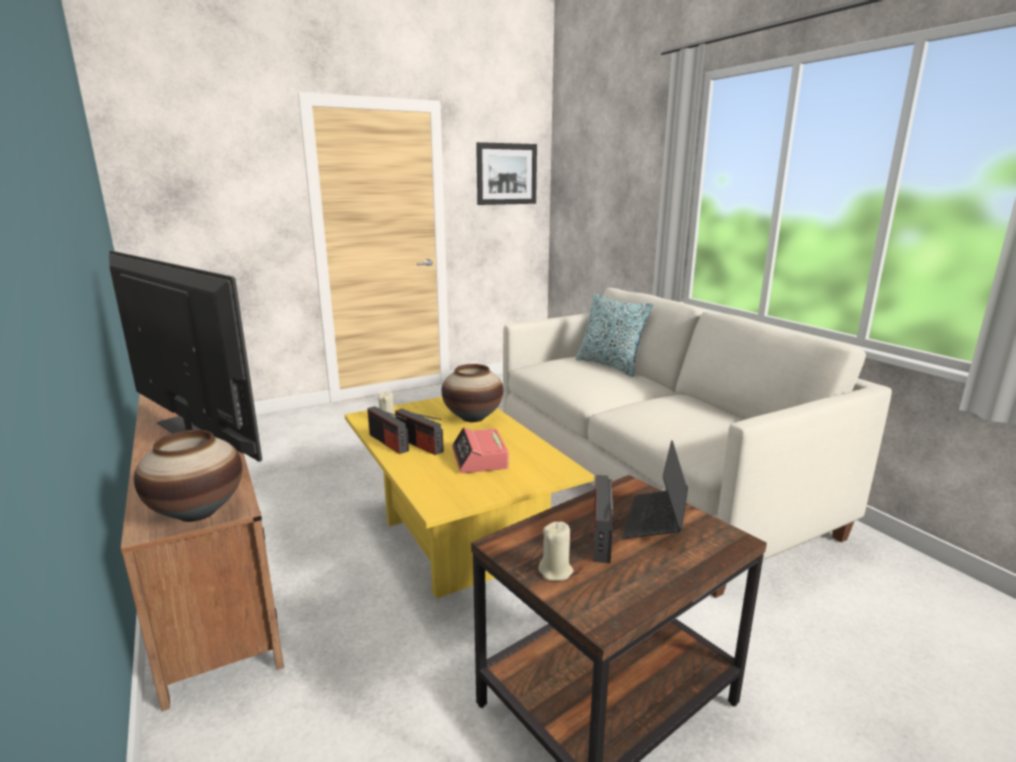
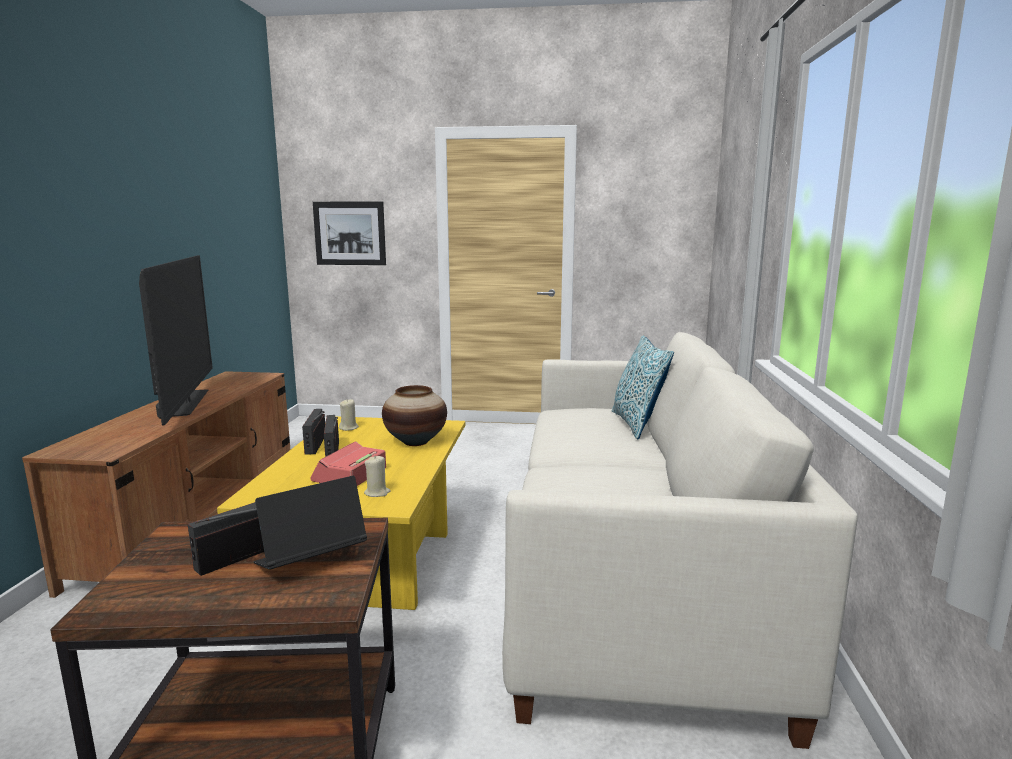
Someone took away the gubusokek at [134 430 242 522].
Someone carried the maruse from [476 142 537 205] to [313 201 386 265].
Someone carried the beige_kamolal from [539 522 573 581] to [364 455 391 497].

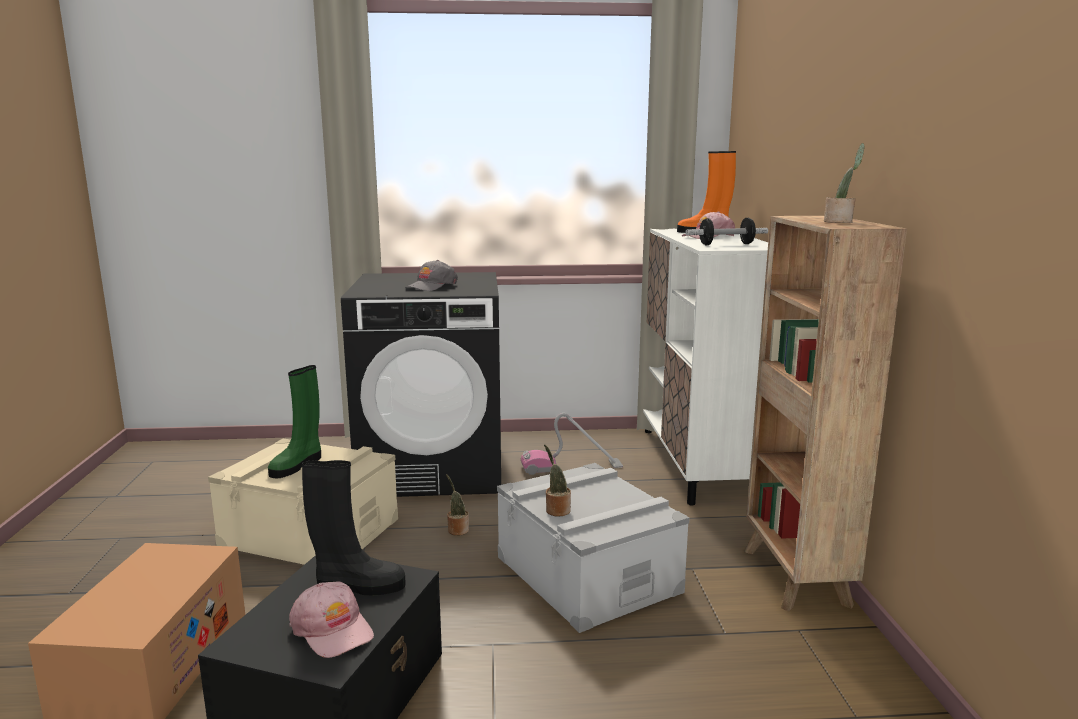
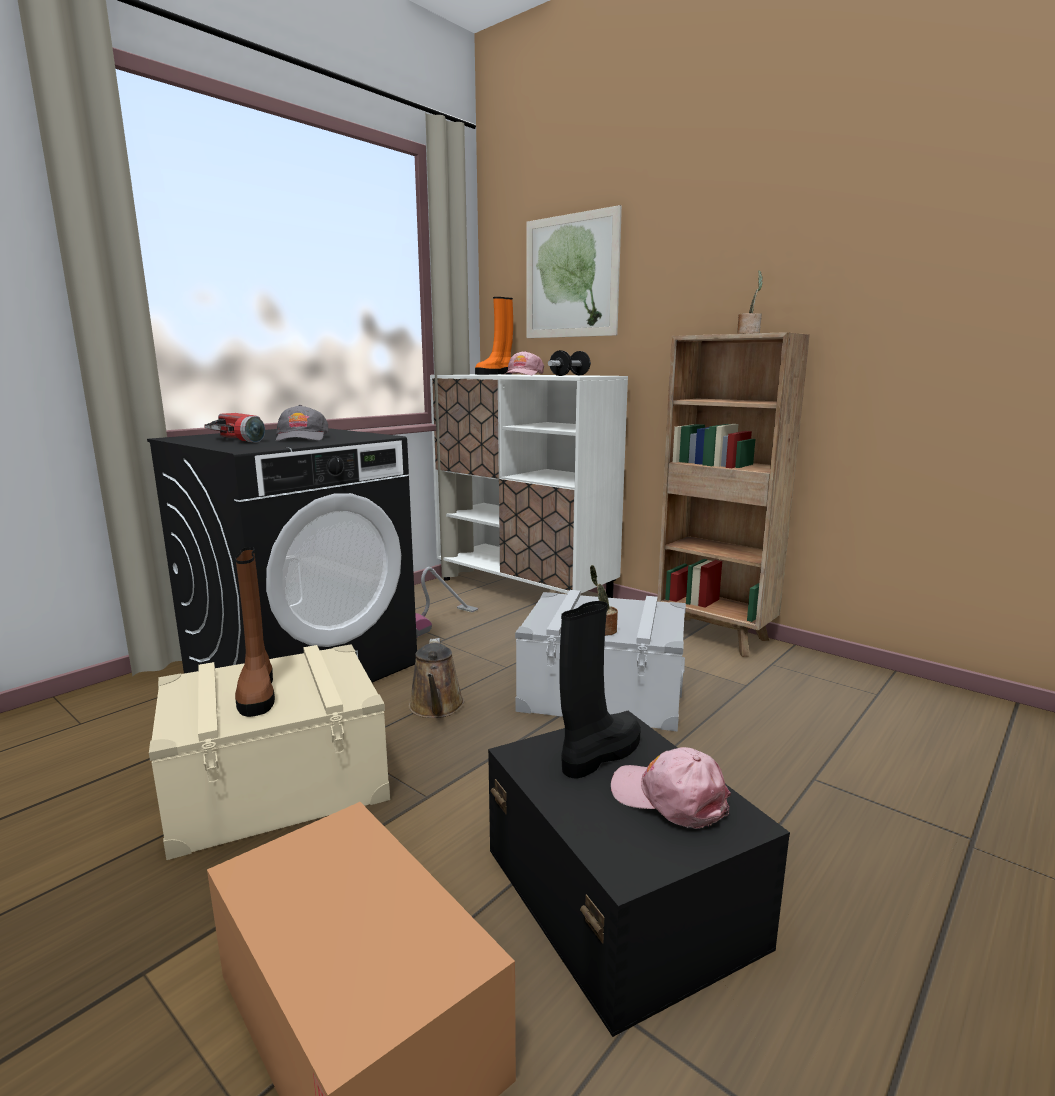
Someone repainted the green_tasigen at [268 365 321 479], which became the brown_tasigen at [235 547 275 717].
Someone rotated the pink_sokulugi at [289 582 374 658] by 150 degrees counterclockwise.
Someone swapped the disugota at [446 474 469 535] for the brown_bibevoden at [409 638 464 718].
Someone put down the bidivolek at [204 413 265 443].
Someone put up the maruse at [526 205 622 338].

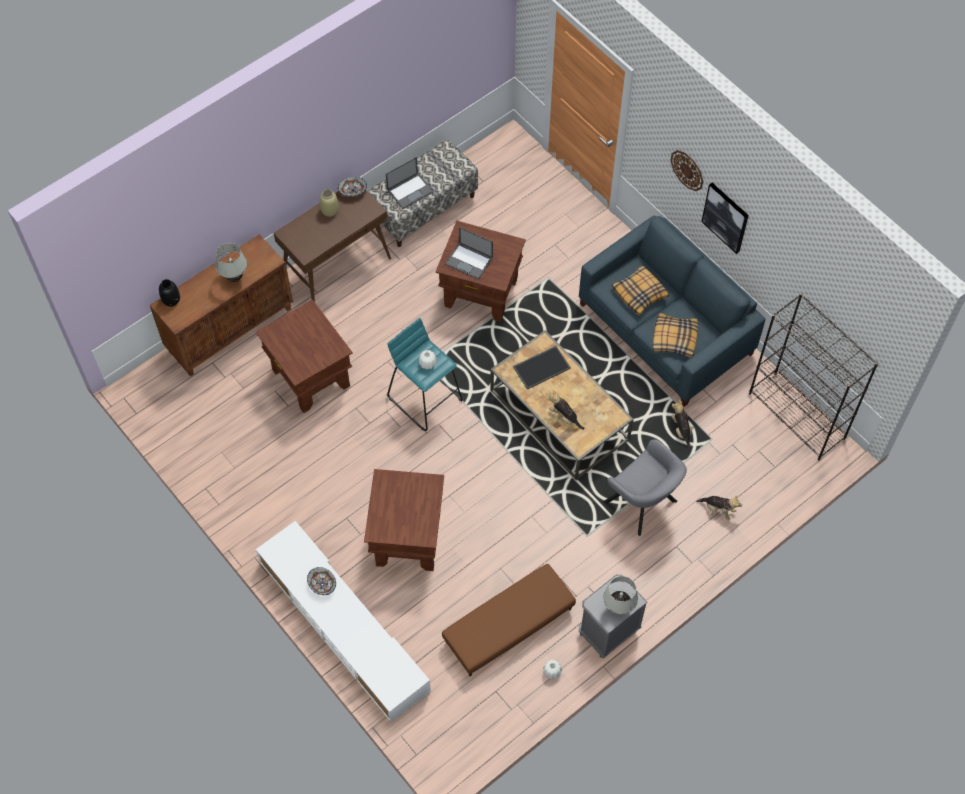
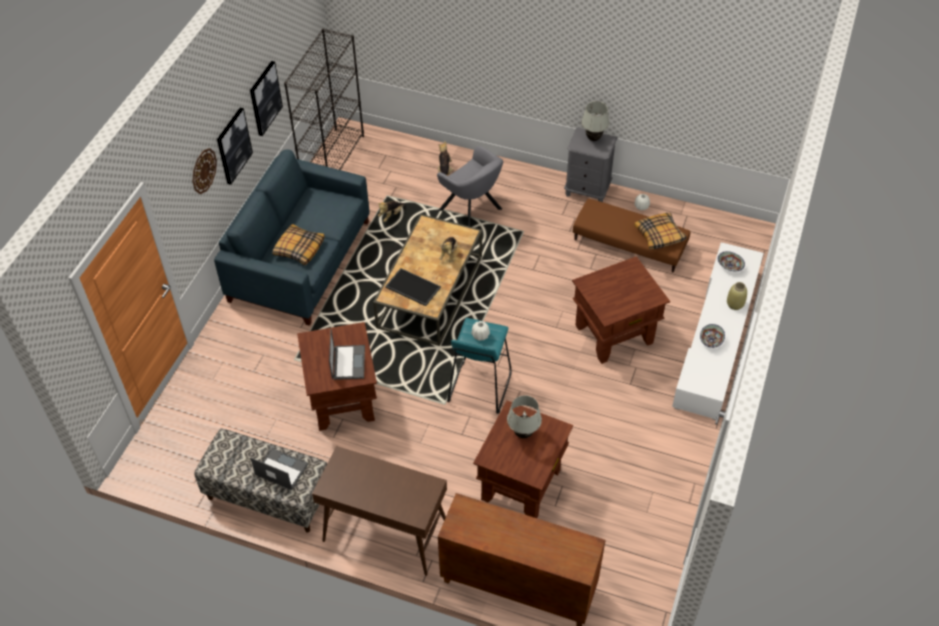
Someone took away the black_gubusokek at [159 279 180 307].
Someone carried the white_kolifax from [215 243 247 282] to [507 395 542 439].
Someone carried the beige_gubusokek from [320 189 339 217] to [727 282 747 310].
Someone carried the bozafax from [338 177 367 197] to [718 251 745 271].
Someone rotated the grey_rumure at [603 439 687 536] by 120 degrees clockwise.
Someone carried the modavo from [653 313 698 358] to [634 213 687 250].
Someone put up the maruse at [250 61 283 136].

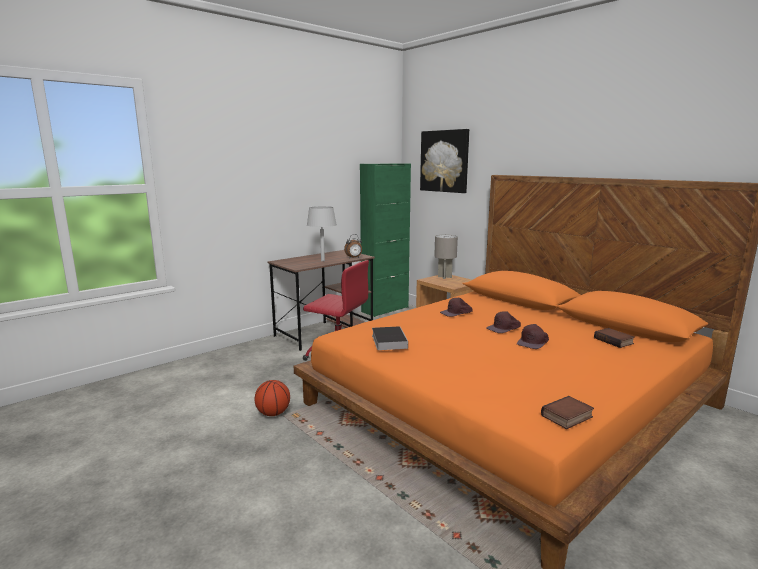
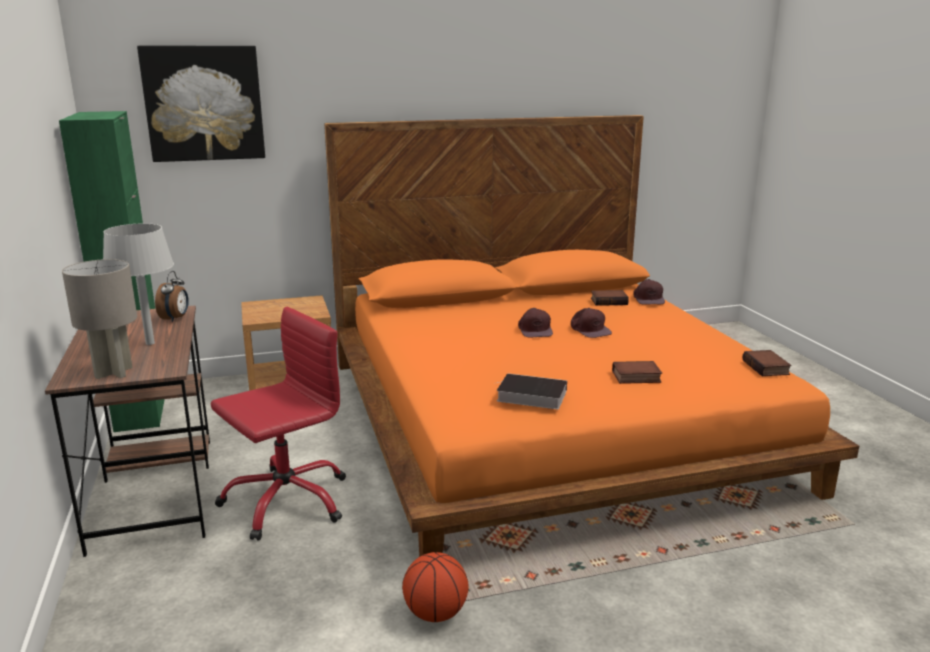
Someone carried the grey_kolifax from [434 235 458 279] to [62 259 137 379].
Someone carried the brown_sokulugi from [440 297 472 317] to [633 279 665 304].
Someone put down the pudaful at [612 361 662 384].

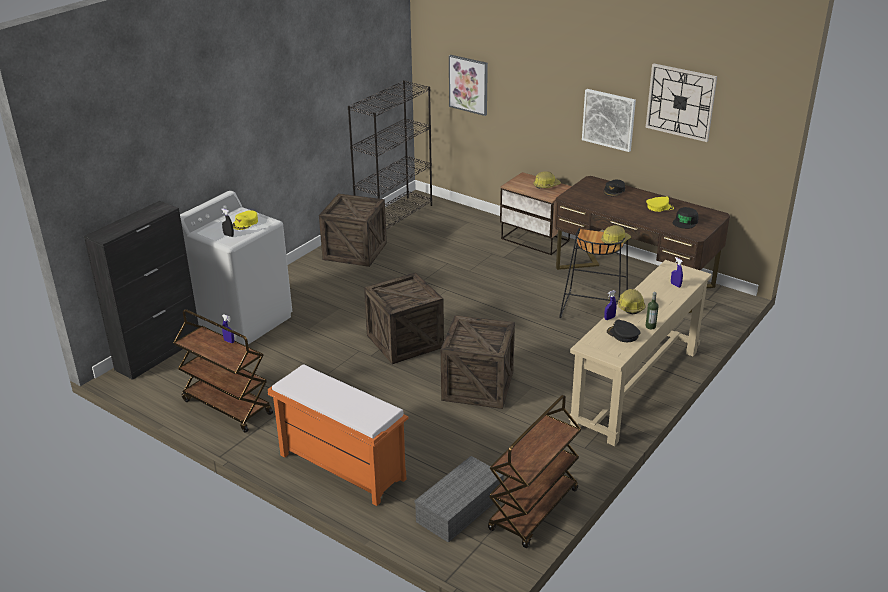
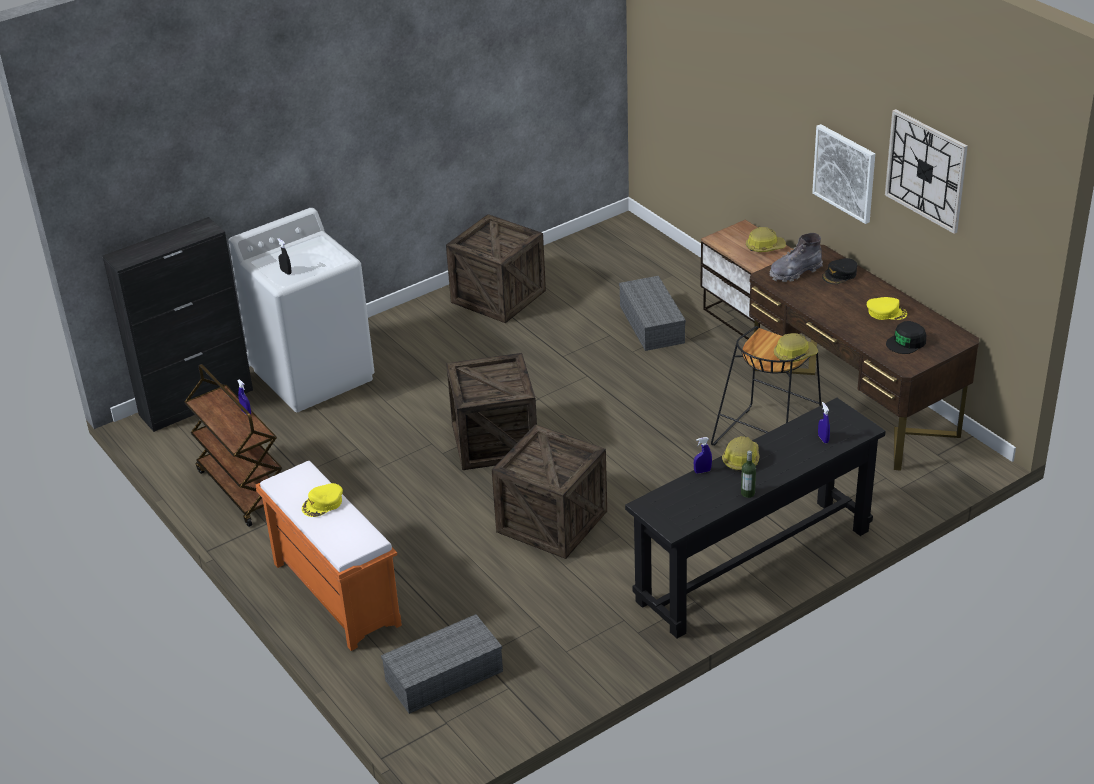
Someone carried the yellow_sokulugi from [233 210 258 230] to [302 483 343 517].
Someone took away the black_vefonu at [348 80 432 229].
Someone took away the maruse at [449 55 488 116].
Someone took away the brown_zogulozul at [488 395 581 548].
Someone repainted the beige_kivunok at [569 260 712 446], which became the black_kivunok at [625 398 886 639].
Someone took away the black_sokulugi at [607 320 641 342].
Someone put down the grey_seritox at [619 276 686 351].
Someone put down the grey_tasigen at [770 233 823 282].

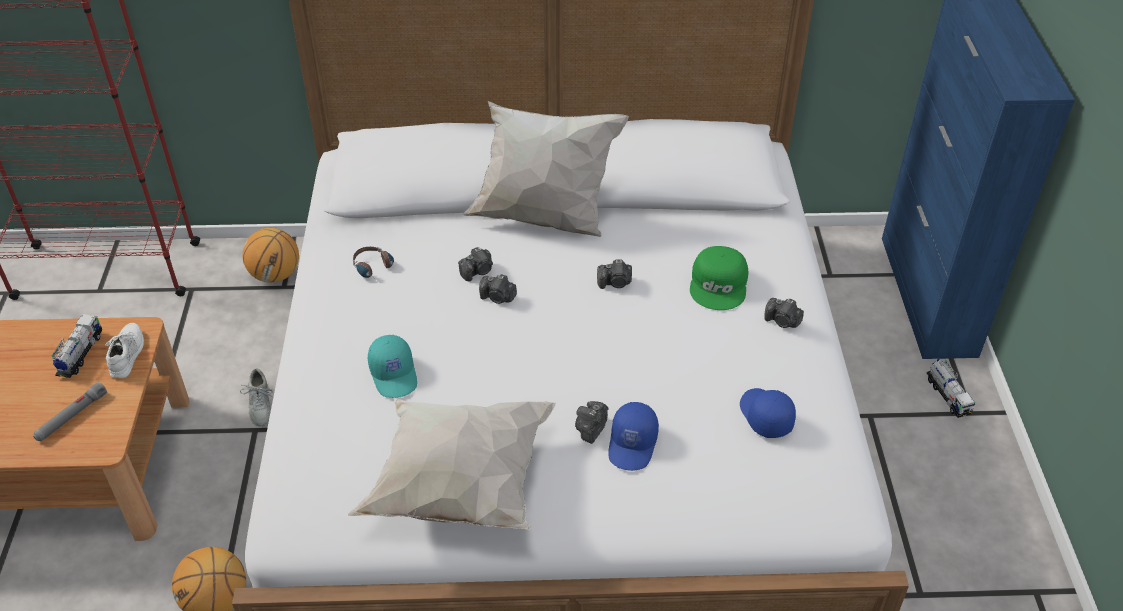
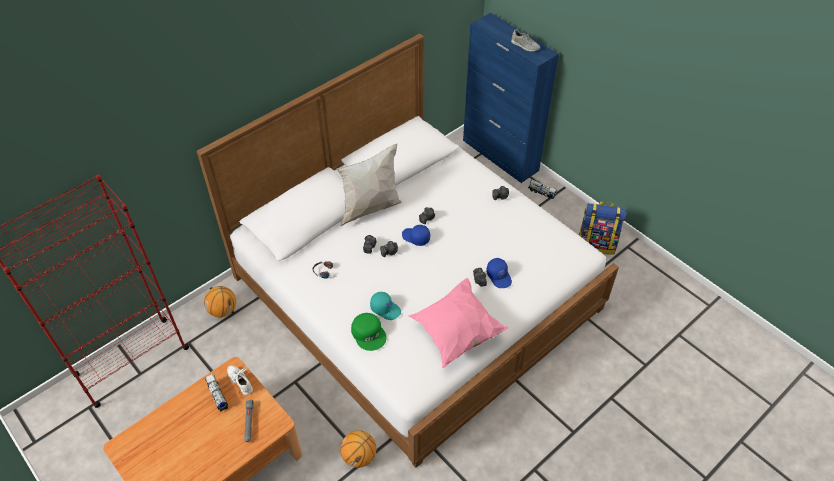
Someone carried the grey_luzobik from [240 368 274 426] to [511 29 540 52].
Someone repainted the white_modavo at [348 397 556 530], which became the pink_modavo at [408 278 508 368].
Someone carried the green_sokulugi from [690 246 748 310] to [351 313 387 351].
Someone carried the blue_sokulugi from [740 388 796 438] to [402 225 430 246].
Someone put down the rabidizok at [579 202 627 254].

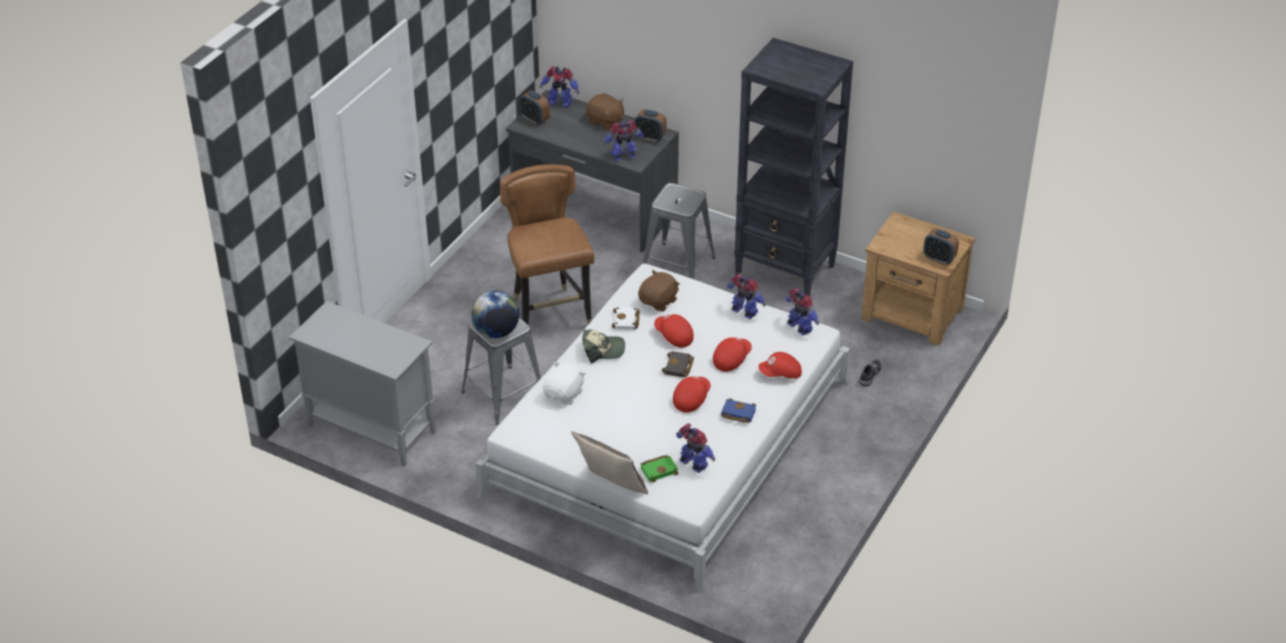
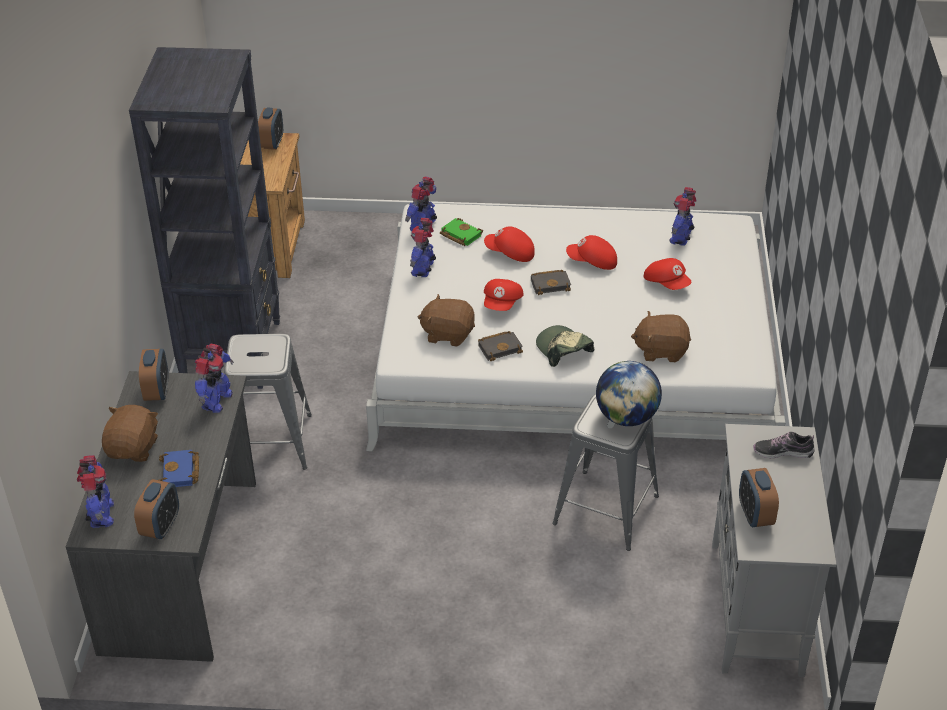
Someone took away the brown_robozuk at [500 164 594 326].
Someone repainted the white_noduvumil at [543 362 586 405], which became the brown_noduvumil at [631 311 691 362].
Someone took away the modavo at [571 431 648 494].
Someone rotated the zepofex at [603 120 644 161] by 120 degrees counterclockwise.
Someone repainted the white_pudaful at [612 307 640 330], which became the black_pudaful at [478 331 523 361].
Someone carried the green_pudaful from [641 455 679 483] to [440 218 483 246].
Someone carried the blue_pudaful from [721 398 756 423] to [159 450 199 487].
Someone carried the red_sokulugi from [758 352 802 379] to [644 258 691 290].
Someone carried the luzobik from [859 360 882 386] to [753 432 814 458].
Someone put down the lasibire at [739 468 779 527].

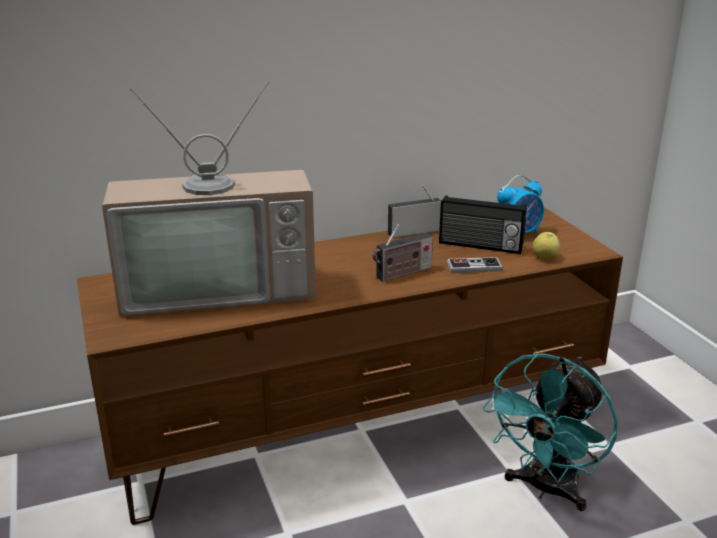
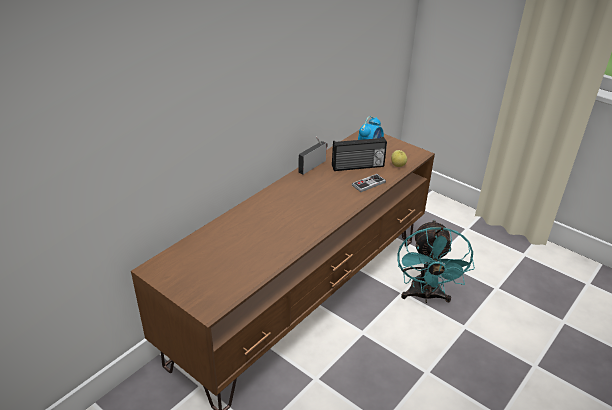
Someone took away the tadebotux at [102 82 316 316].
Someone took away the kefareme at [373 224 433 282].

